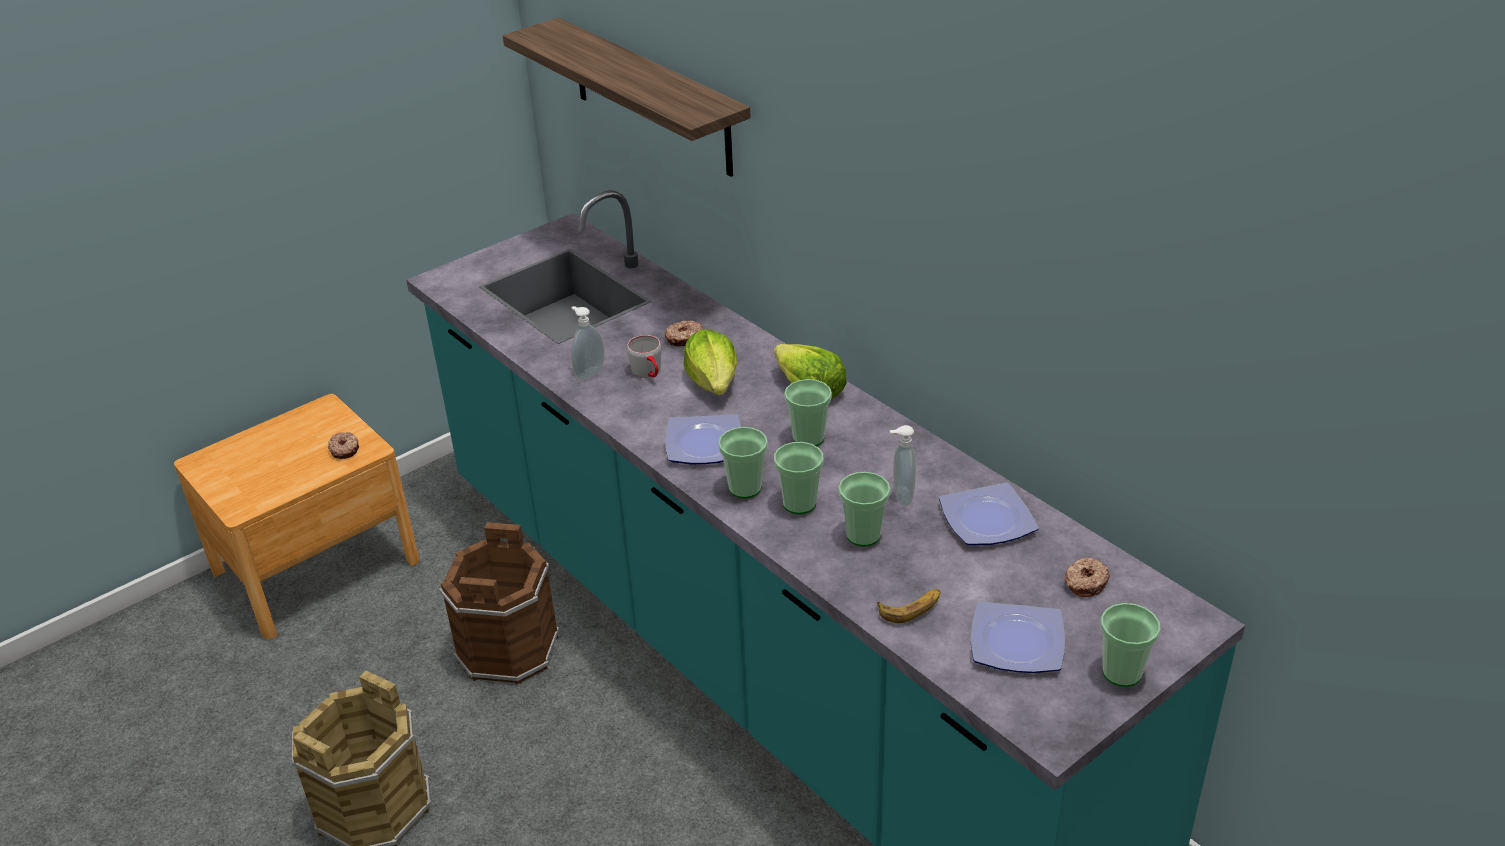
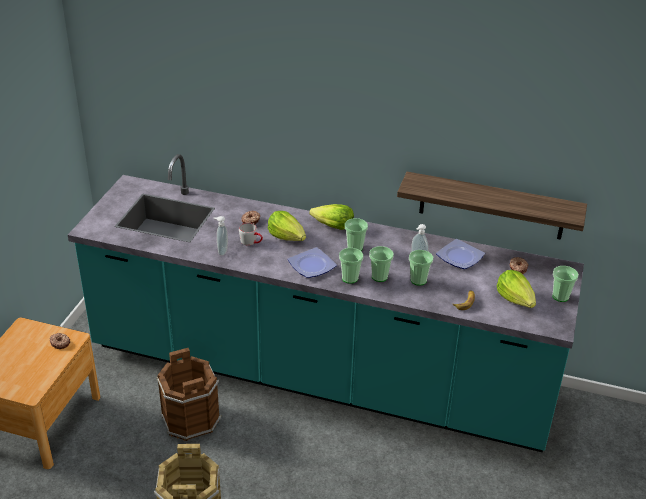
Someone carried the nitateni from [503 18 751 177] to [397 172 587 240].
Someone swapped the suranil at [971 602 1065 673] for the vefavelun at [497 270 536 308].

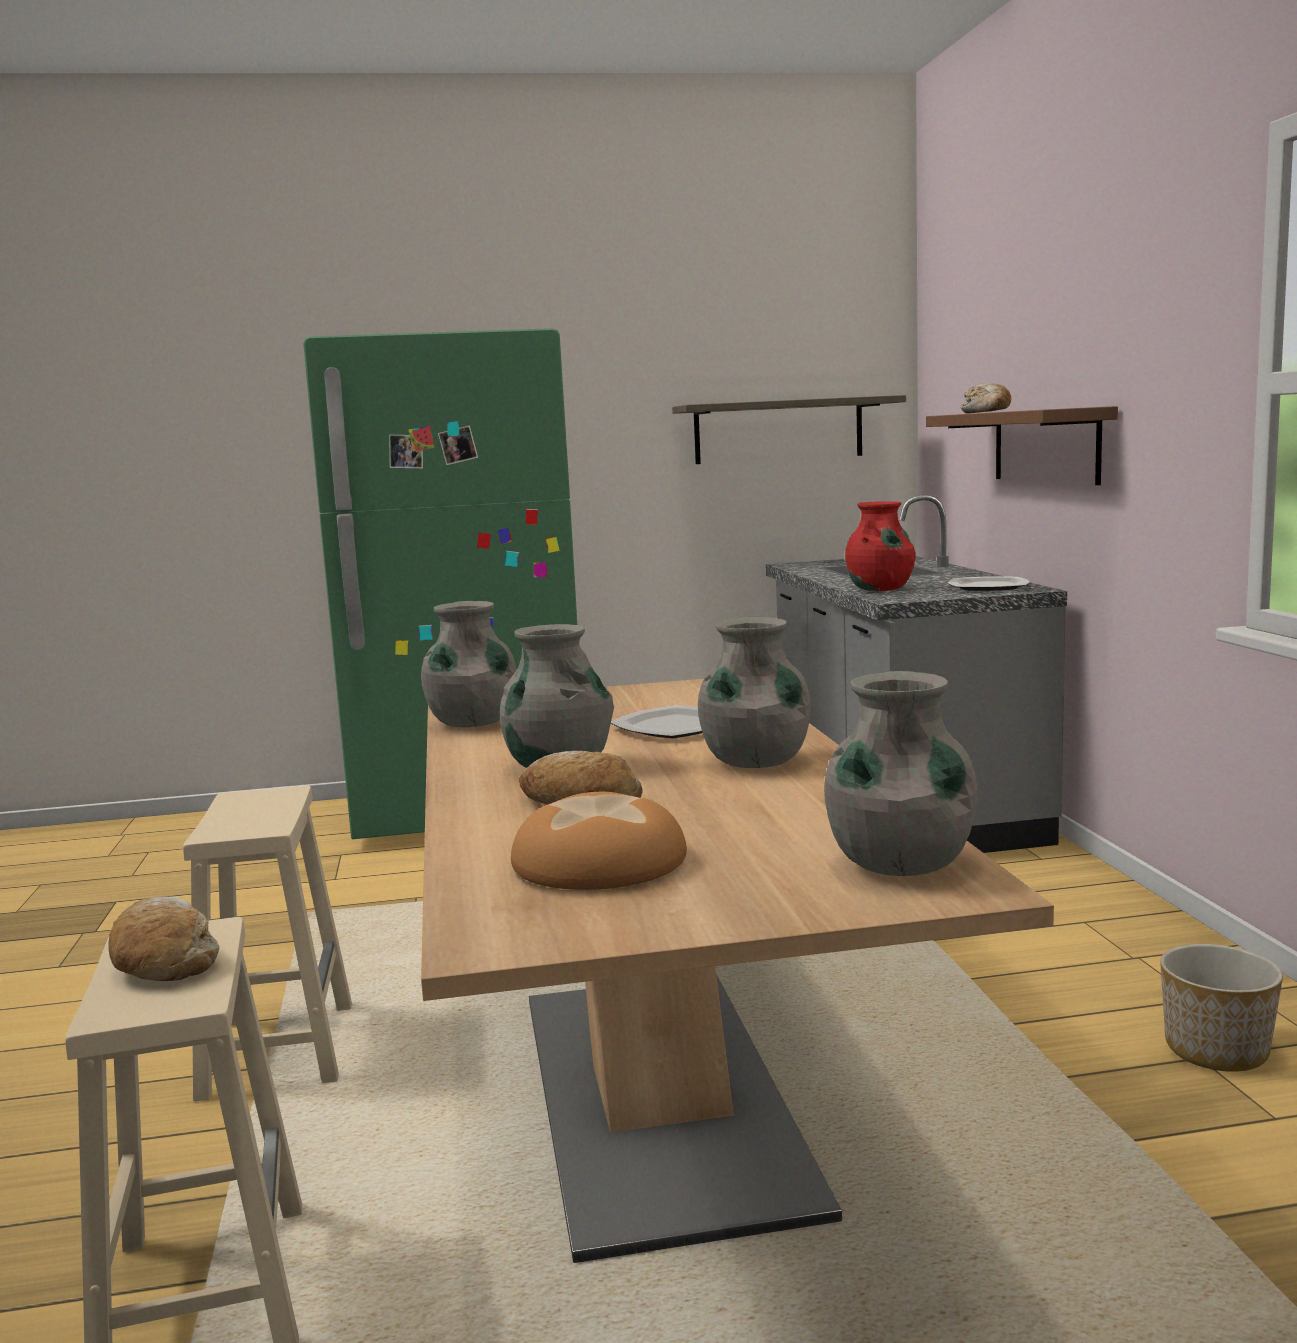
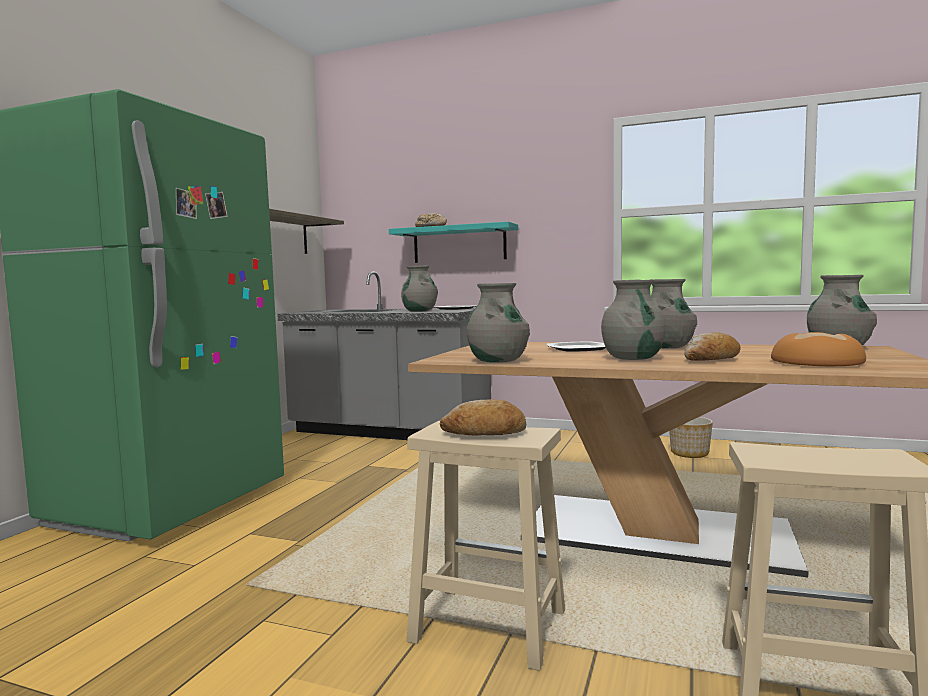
Someone carried the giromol from [108 896 220 981] to [440 399 526 435].
Someone repainted the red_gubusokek at [845 501 916 591], which became the grey_gubusokek at [401 266 438 312].
Someone repainted the brown_nitateni at [926 406 1118 485], which became the turquoise_nitateni at [389 222 518 263].

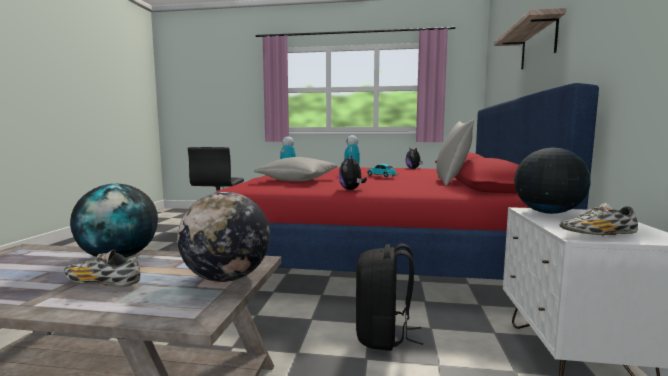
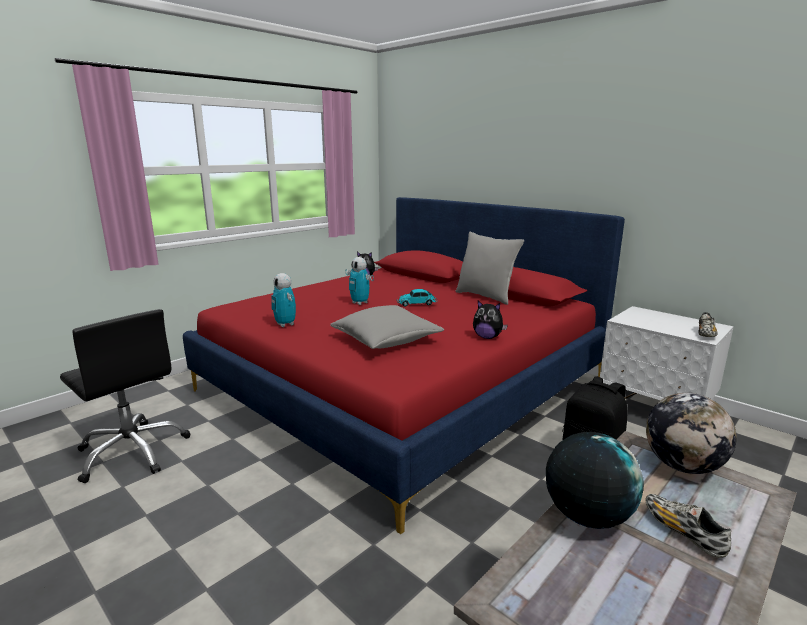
Someone rotated the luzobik at [64 250 140 287] by 105 degrees clockwise.
Someone took away the nitateni at [494 8 566 70].
Someone took away the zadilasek at [514 148 591 214].

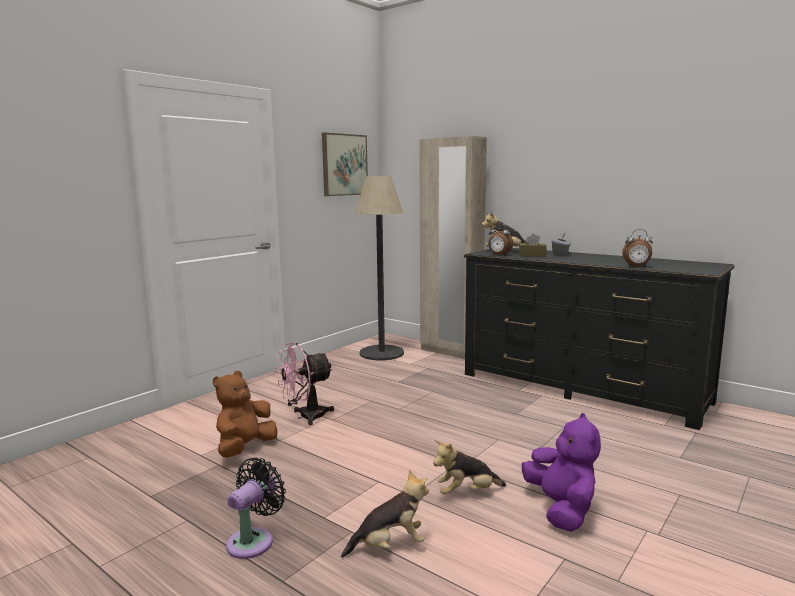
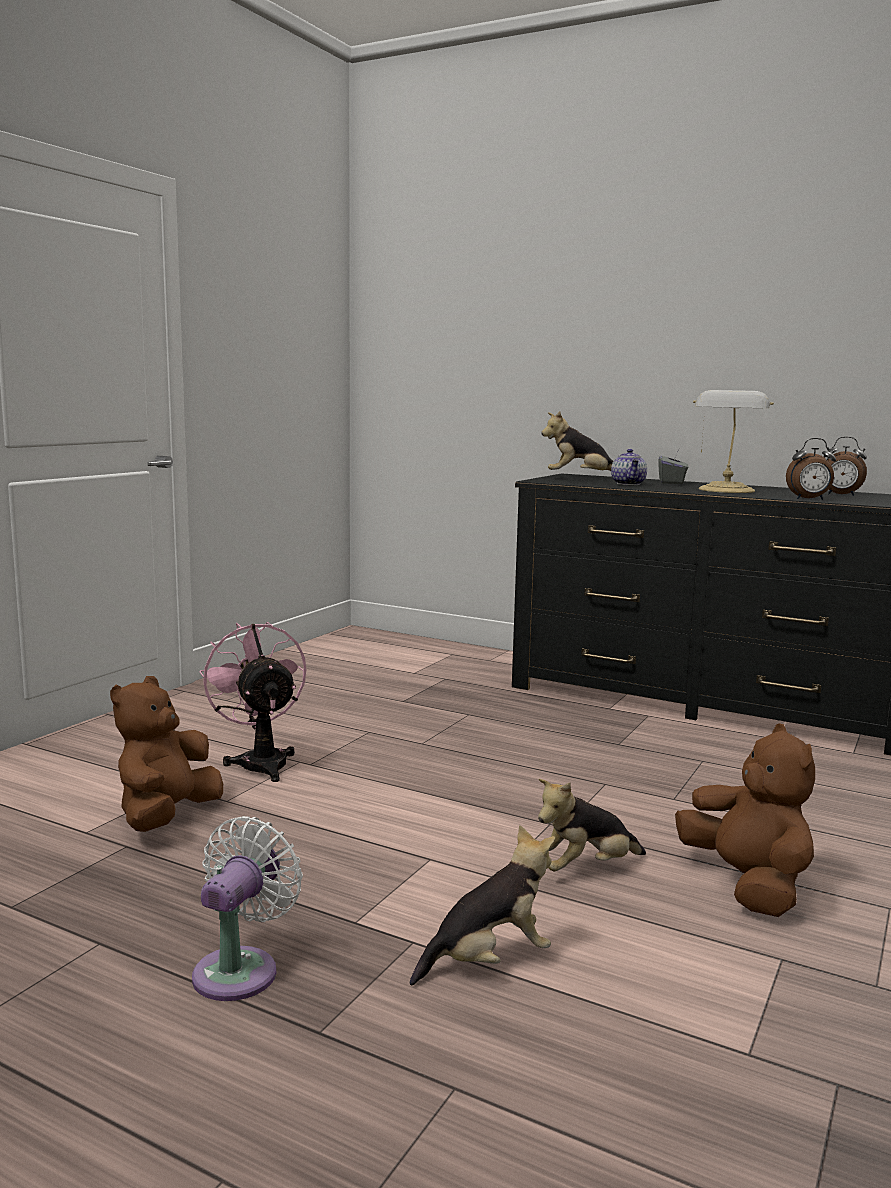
Someone repainted the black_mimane at [226 457 286 559], which became the white_mimane at [192 816 303 1001].
Someone rotated the pink_mimane at [275 342 334 425] by 105 degrees clockwise.
Someone took away the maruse at [322 133 368 196].
Someone took away the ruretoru at [355 176 404 360].
Someone took away the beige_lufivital at [419 136 487 359].
Someone carried the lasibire from [488 223 513 256] to [824 437 867 496].
Someone swapped the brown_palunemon at [519 233 547 257] for the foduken at [611 449 647 485].
Someone repainted the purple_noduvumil at [522 413 601 532], which became the brown_noduvumil at [675 723 815 917].
Someone put down the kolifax at [693 390 774 493].

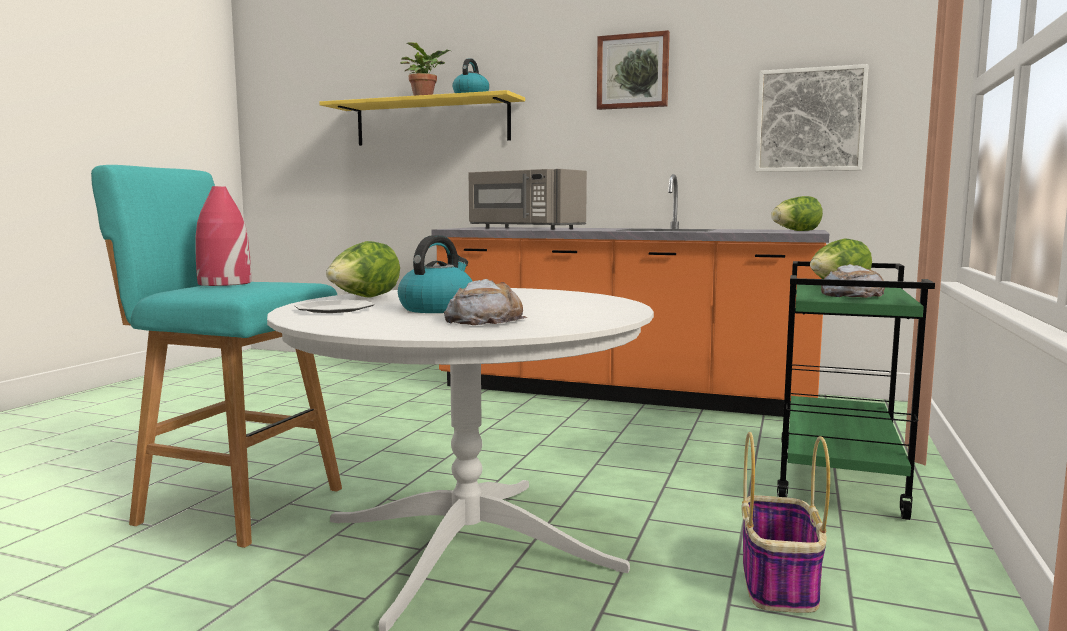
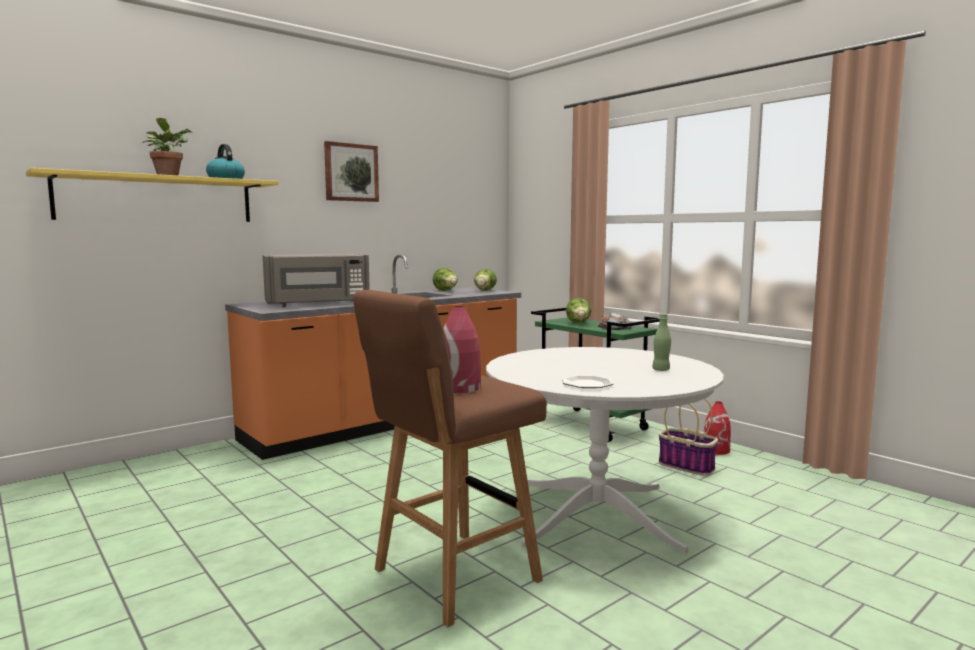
Someone repainted the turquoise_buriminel at [91 165 342 548], which became the brown_buriminel at [353 290 547 627].
Someone carried the vefavelun from [326 241 400 298] to [433 268 458 291].
Someone took away the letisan at [398 235 472 313].
Someone swapped the giromol at [444 279 527 325] for the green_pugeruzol at [652 314 671 371].
Someone took away the maruse at [755 64 869 172].
Someone put down the red_gubusokek at [704 401 731 455].

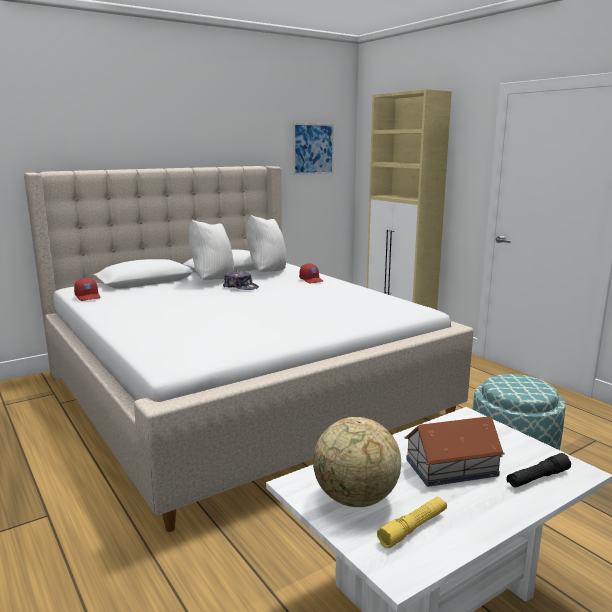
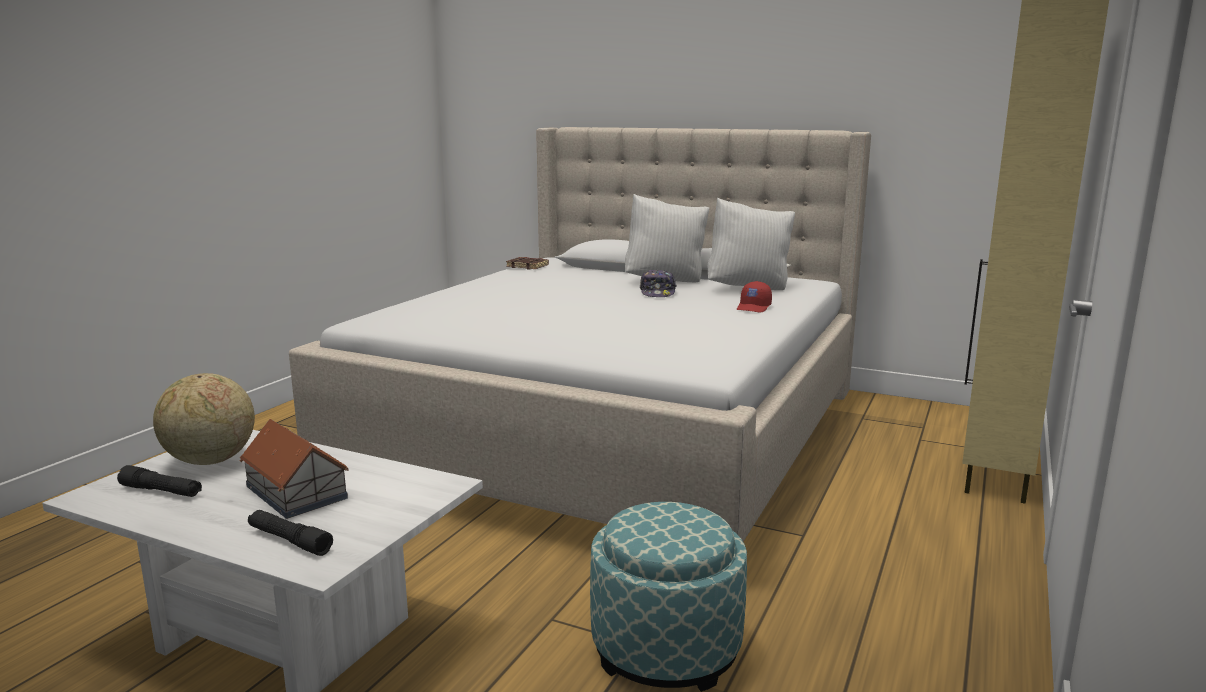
Someone swapped the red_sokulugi at [74 278 100 301] for the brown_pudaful at [506 257 549 270].
Someone took away the maruse at [293 123 334 175].
Someone repainted the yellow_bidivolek at [377 497 447 548], which became the black_bidivolek at [117 465 202 497].

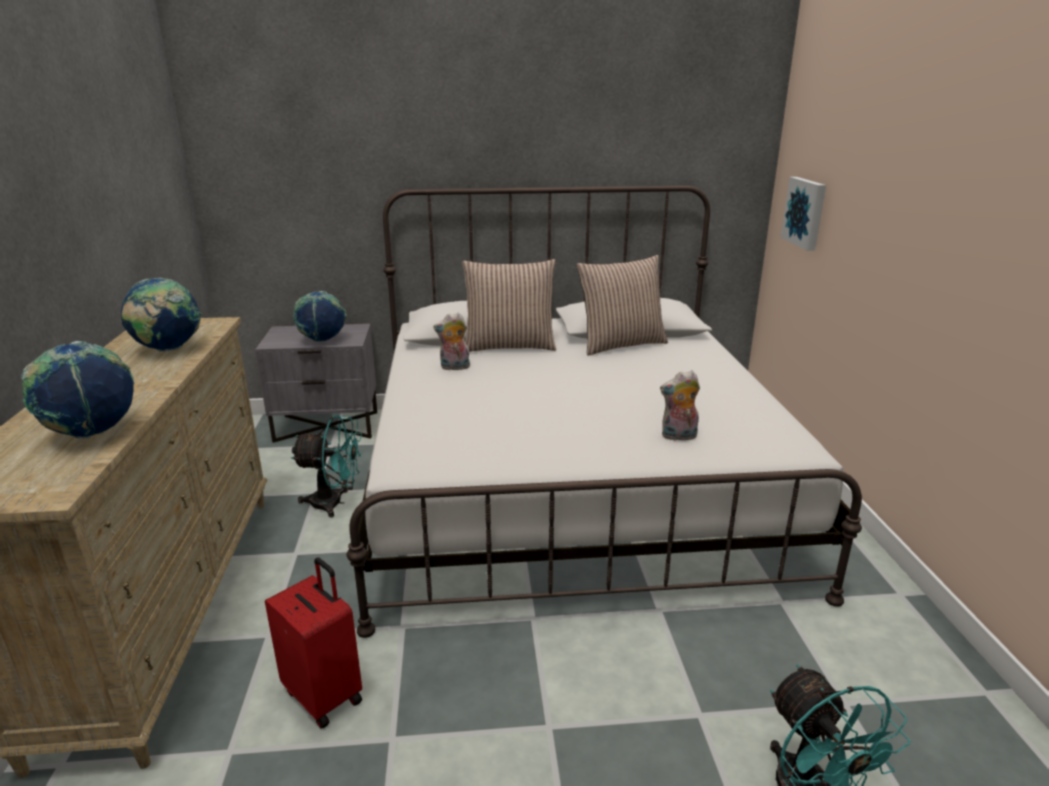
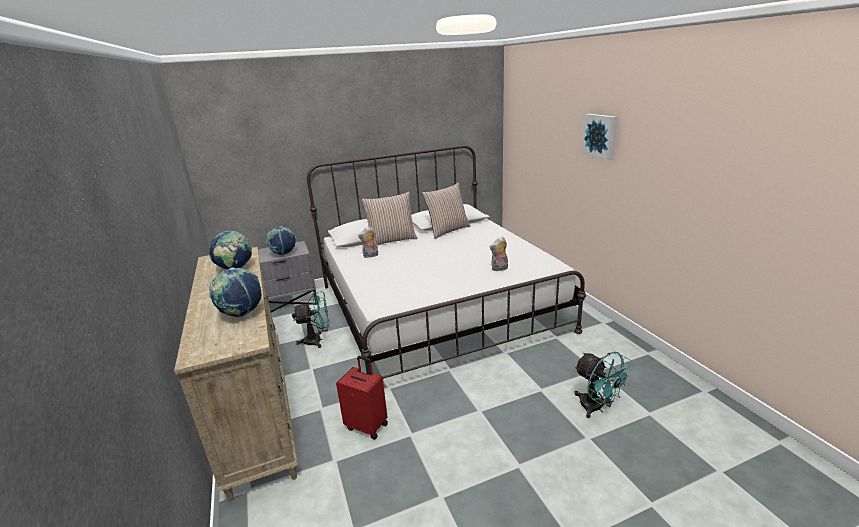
Someone carried the maruse from [781 177 826 251] to [582 114 617 160].

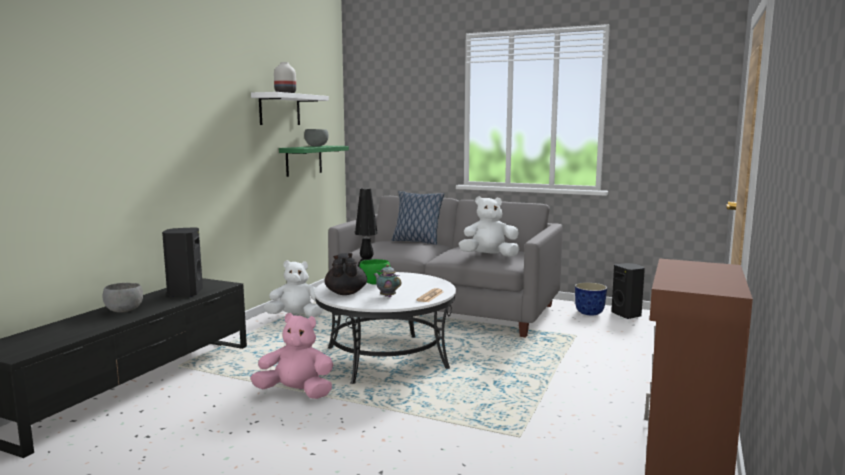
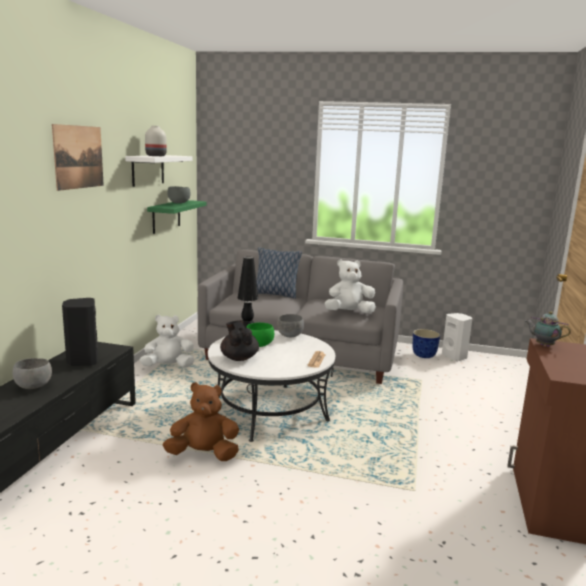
Someone repainted the pink_noduvumil at [250 313 333 399], which became the brown_noduvumil at [163 382 239 461].
Someone carried the foduken from [374 264 401 297] to [525 311 571 347].
Someone repainted the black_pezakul at [611 263 645 319], which became the white_pezakul at [442 313 472 361].
Someone put up the maruse at [52 124 104 191].
Someone put down the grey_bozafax at [277 314 304 337].

